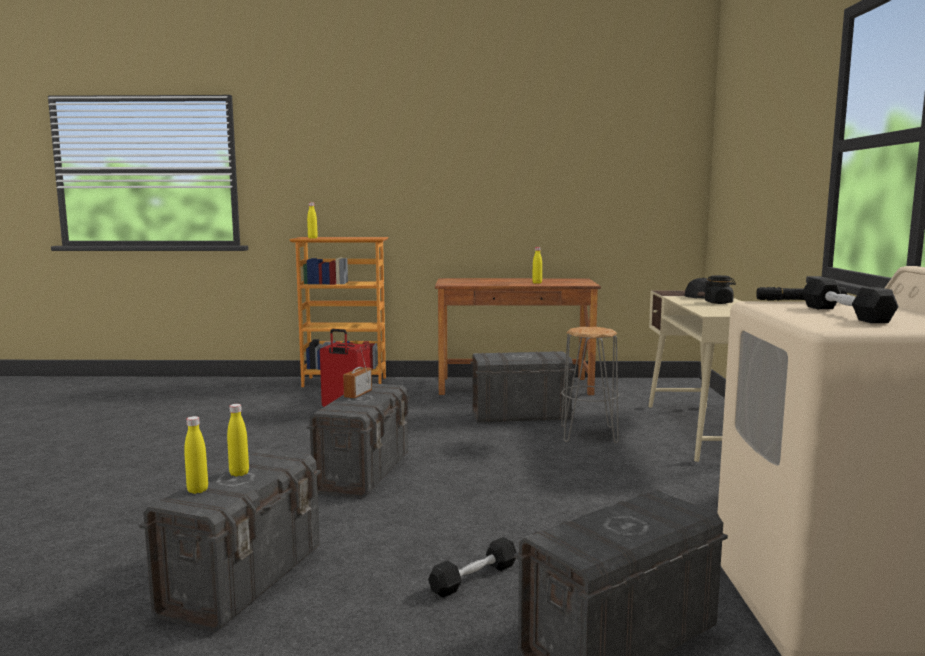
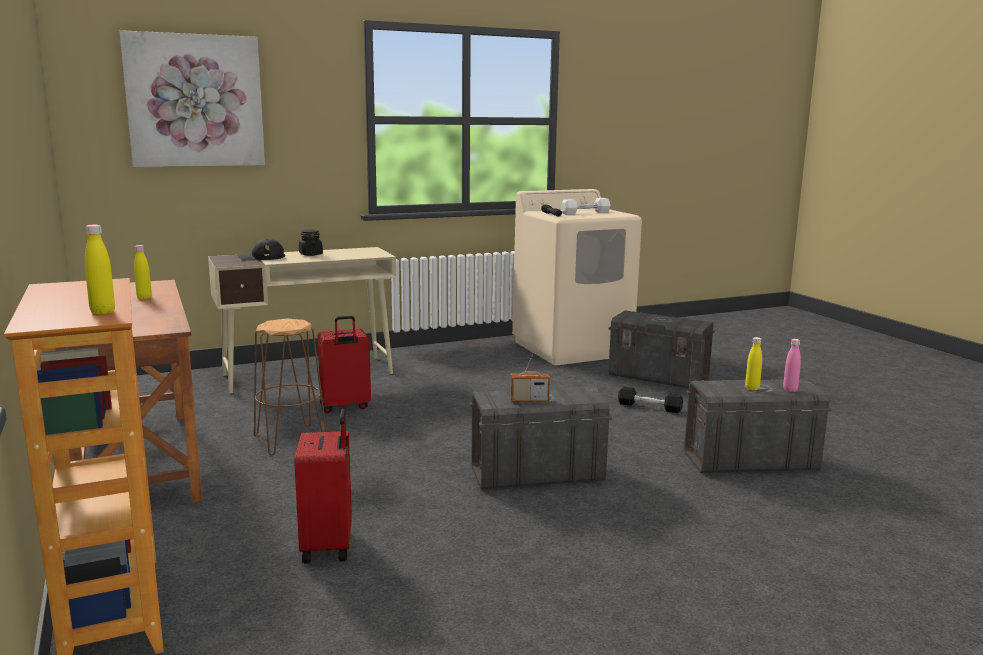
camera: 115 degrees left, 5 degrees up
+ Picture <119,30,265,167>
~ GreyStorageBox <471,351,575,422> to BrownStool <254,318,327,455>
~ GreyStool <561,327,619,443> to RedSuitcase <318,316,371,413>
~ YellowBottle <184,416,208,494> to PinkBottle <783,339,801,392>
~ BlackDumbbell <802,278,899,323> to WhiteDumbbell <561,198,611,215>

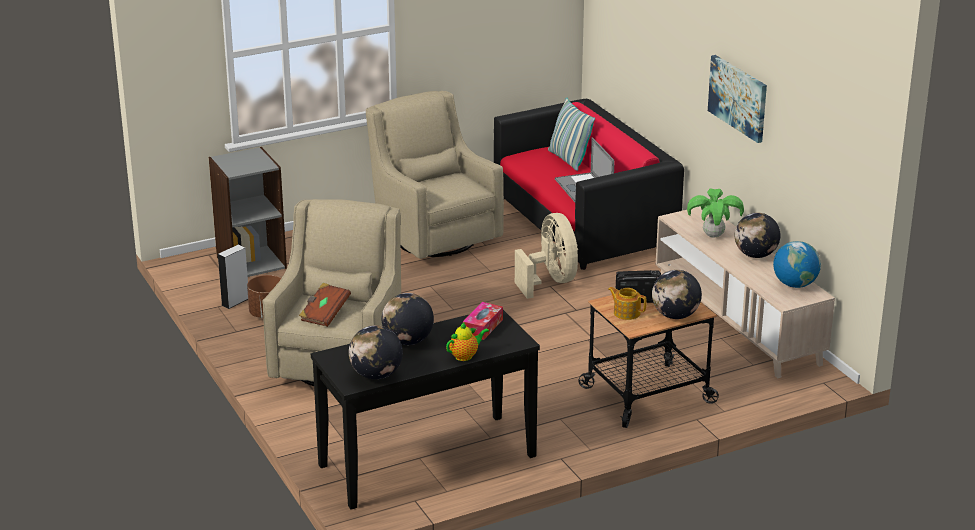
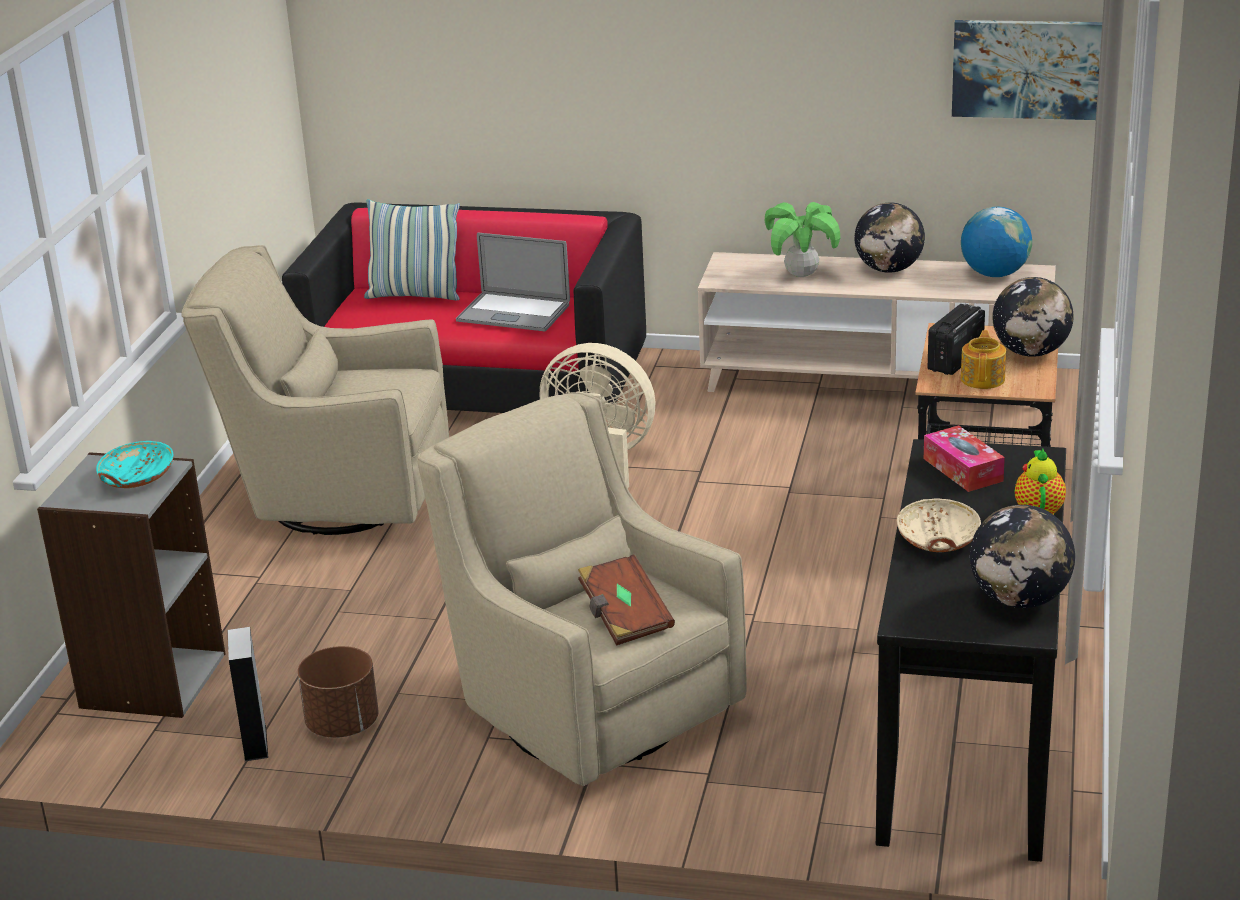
camera: 50 degrees left, 0 degrees up
+ TurquoiseBowl <96,441,174,488>
~ Picture <708,55,767,143> to <952,20,1102,120>
~ Globe <382,293,434,345> to BeigeBowl <897,498,981,552>
~ Teapot <608,287,647,320> = <960,330,1006,389> 120 degrees clockwise

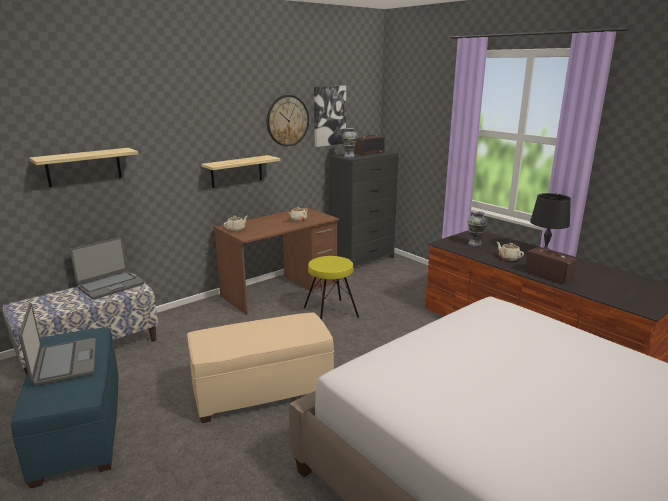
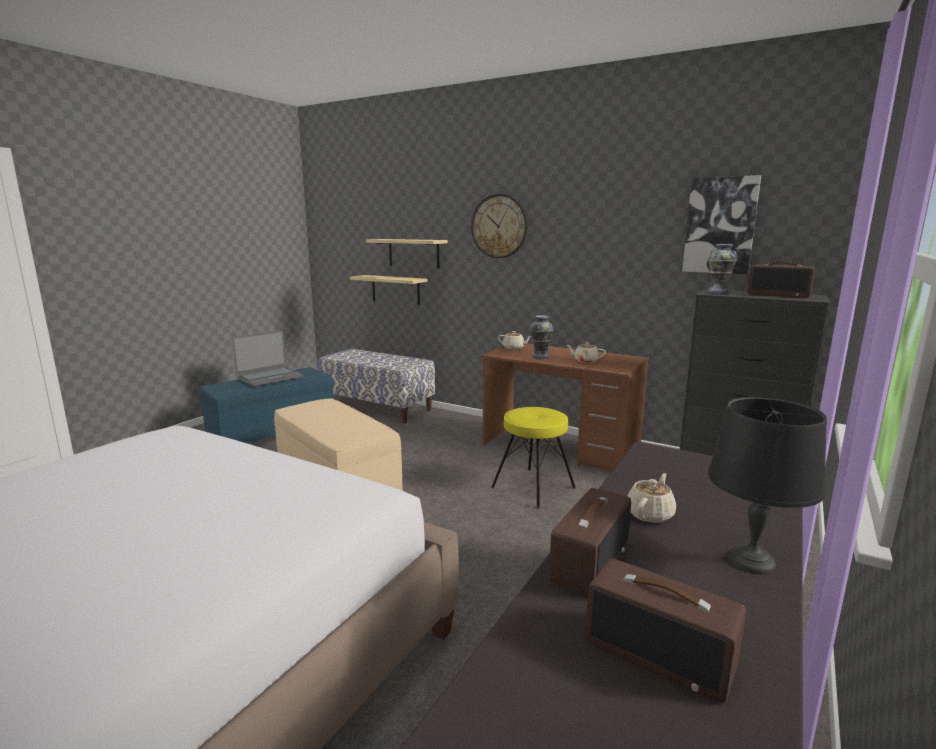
camera: 70 degrees right, 5 degrees down
- Laptop <70,237,144,300>
+ Radio <585,559,746,703>
~ Shelf <201,155,281,188> to <349,275,427,305>
~ WallClock <267,95,309,146> to <471,194,528,258>
~ Vase <468,211,487,247> to <530,315,553,359>

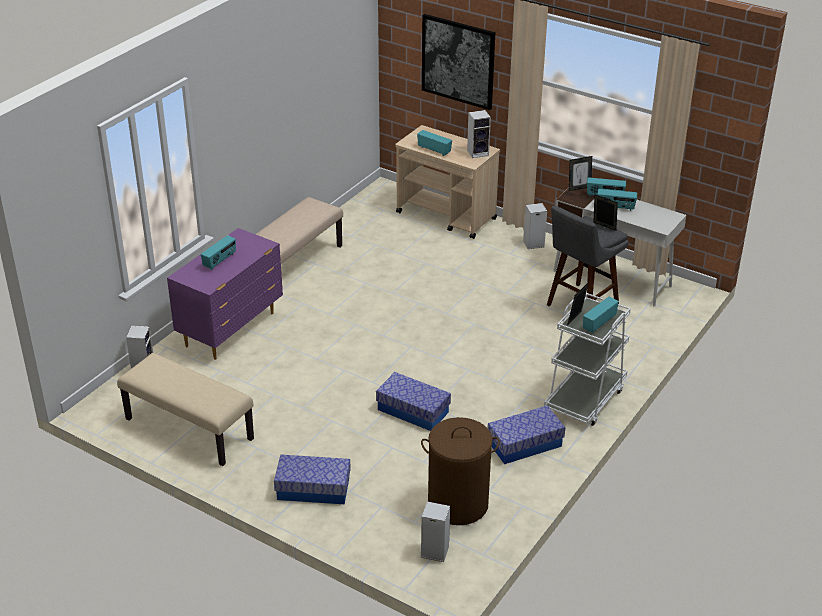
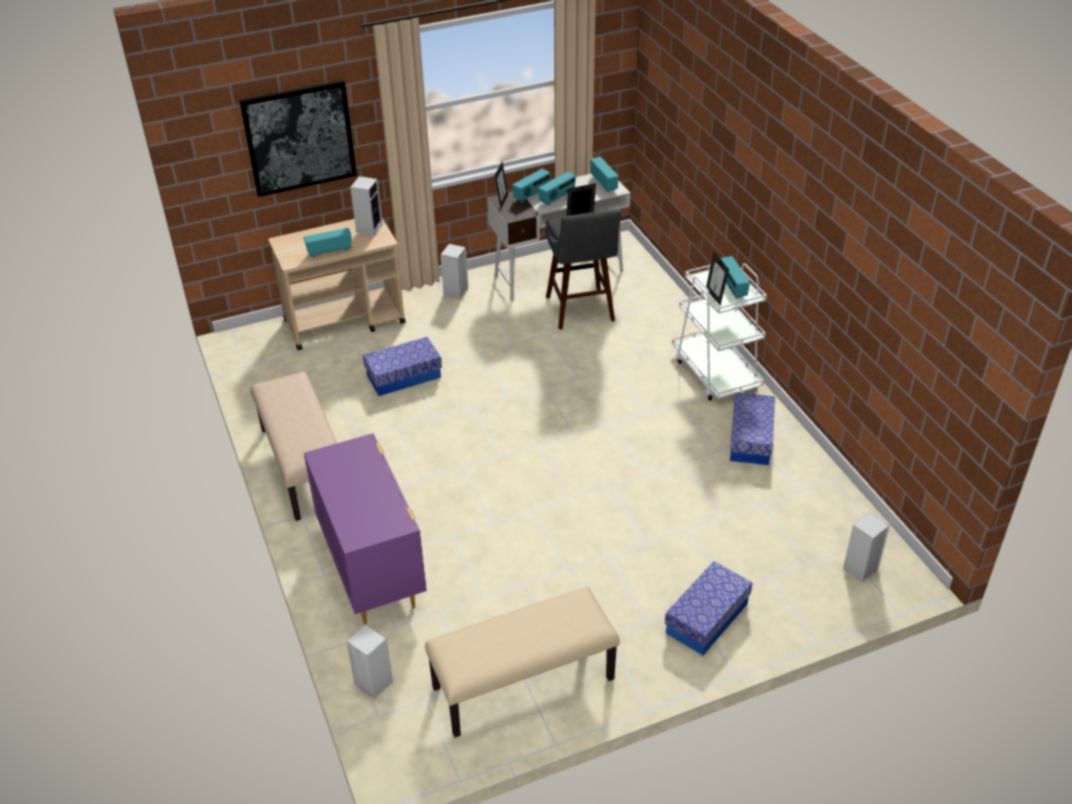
camera: 55 degrees left, 5 degrees up
- BrownLaundryBasket <421,417,500,525>
~ Radio <201,235,236,270> to <590,157,619,192>
~ StorageBox <376,372,451,431> to <363,337,442,396>

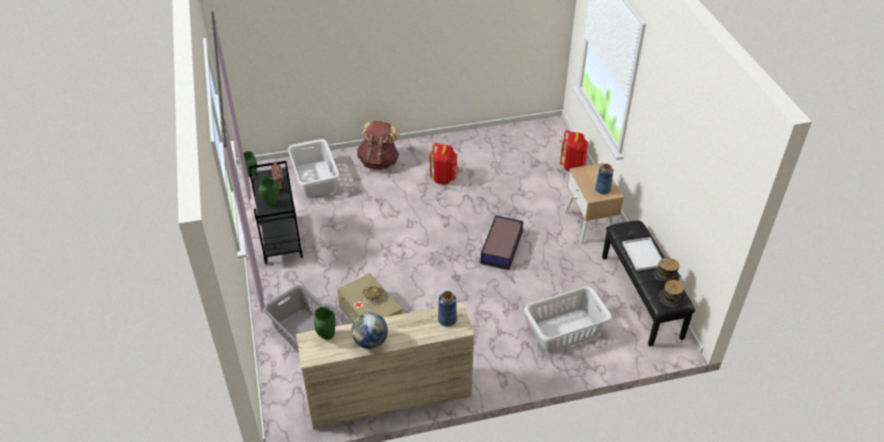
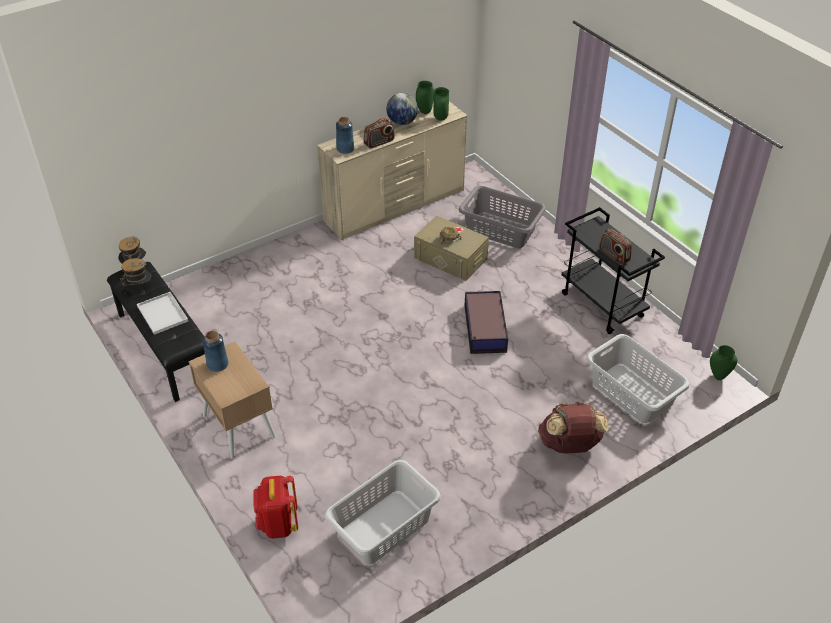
camera: 160 degrees right, 0 degrees up
- RedBackpack <430,142,458,185>
+ Radio <364,118,395,148>
~ GreenVase <258,177,280,207> to <416,81,434,114>
~ StorageBox <480,215,523,270> to <465,291,508,354>
~ GreyLaundryBasket <524,287,612,352> to <325,460,441,564>

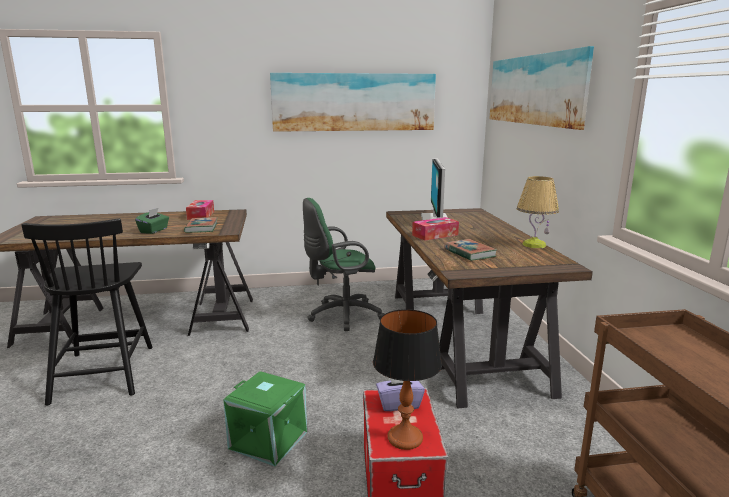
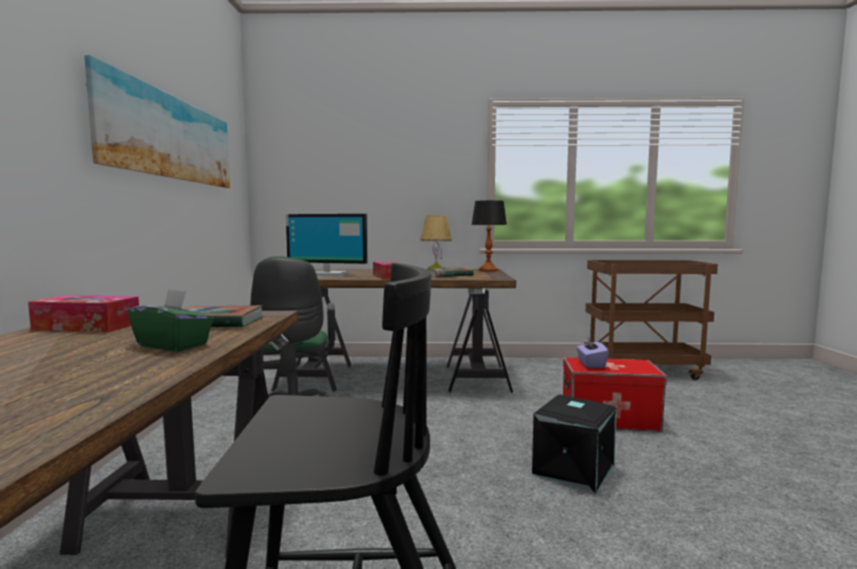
camera: 80 degrees left, 10 degrees down
- Picture <489,46,594,130>
~ TableLamp <373,309,442,450> to <471,200,507,271>
~ GreenStorageBox <223,371,307,466> to BlackStorageBox <532,395,617,494>

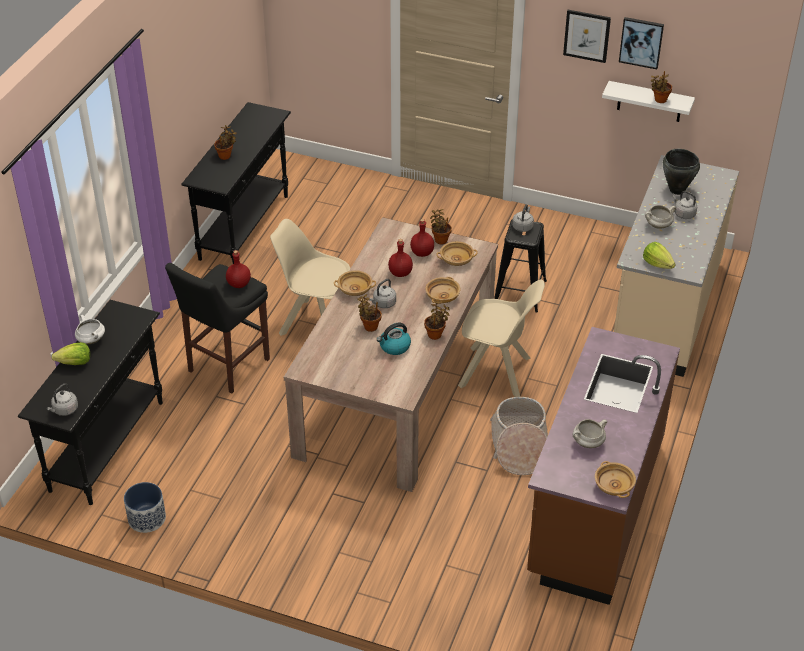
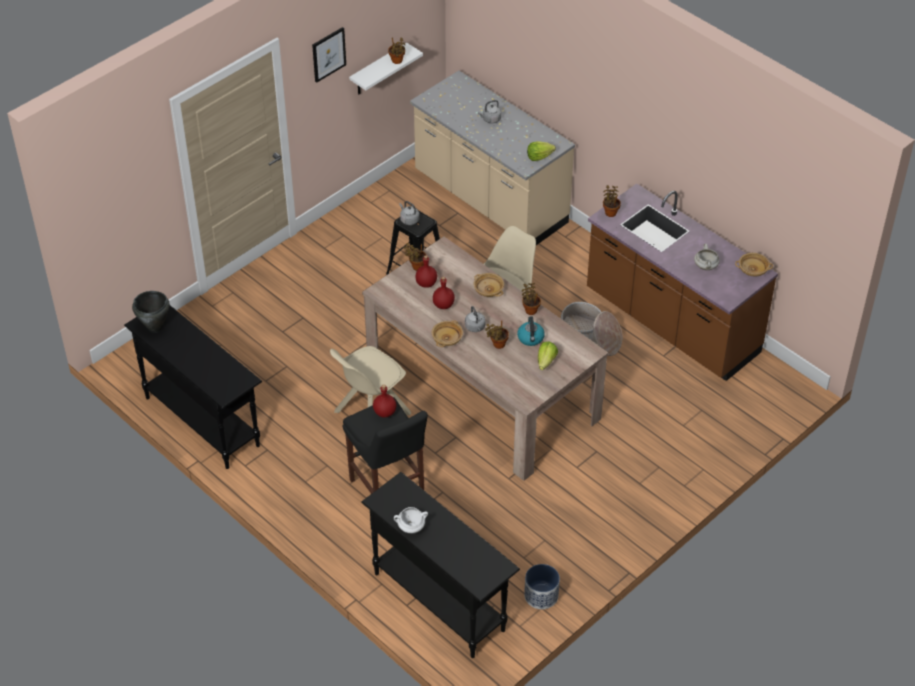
camera: 65 degrees left, 5 degrees up
- GreyKettle <47,383,78,416>
- BeigeBowl <436,241,478,266>
- Picture <619,17,664,69>
- WhiteCookingPot <645,205,676,229>
~ Lettuce <52,342,90,365> to <538,342,558,370>
~ PottedPlant <214,125,237,160> to <603,185,621,217>
~ BlackCookingPot <663,149,700,195> to <132,291,170,333>

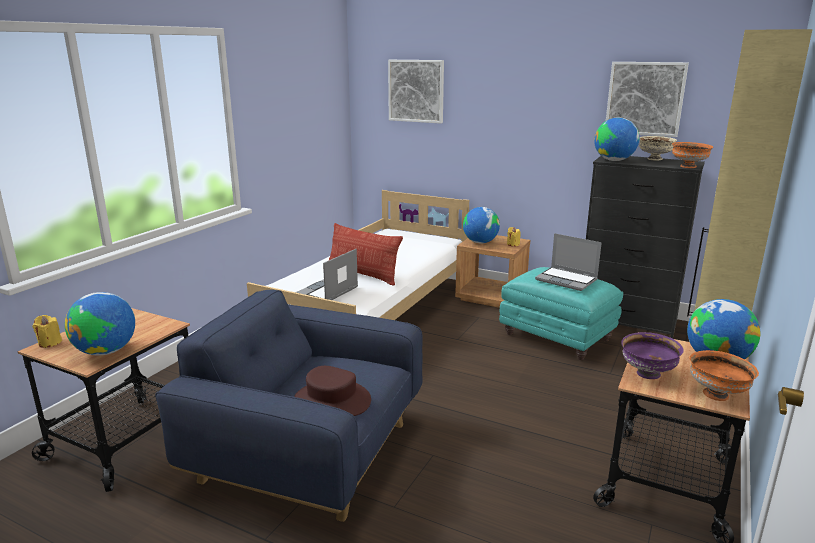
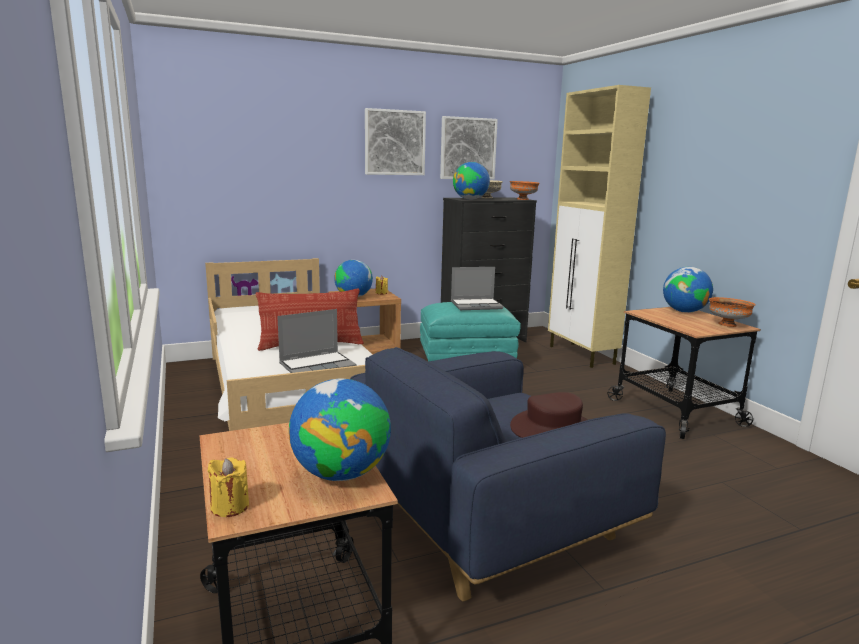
camera: 50 degrees left, 5 degrees down
- PurpleBowl <621,332,684,379>
~ Picture <388,60,444,123> to <365,108,426,175>
~ Laptop <296,249,358,300> = <277,309,357,373> 105 degrees counterclockwise

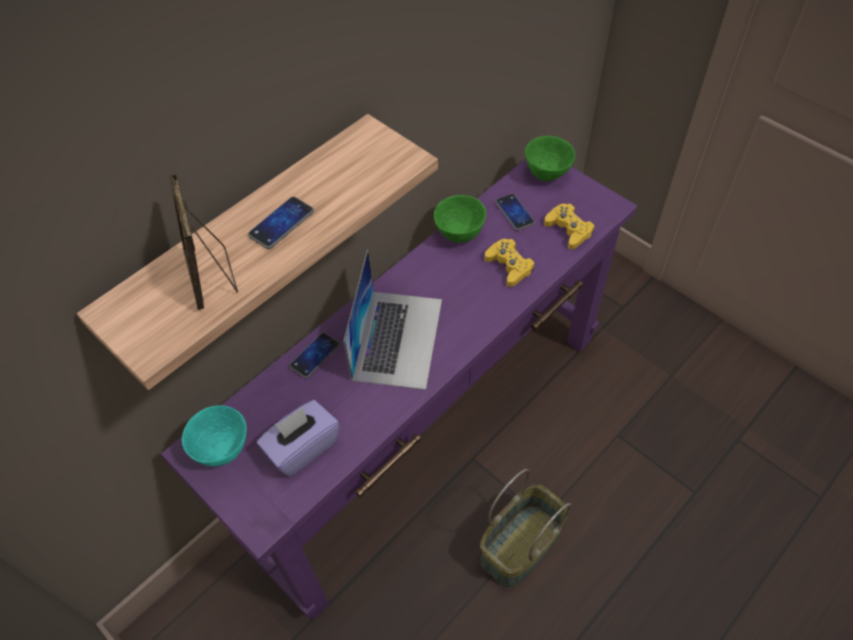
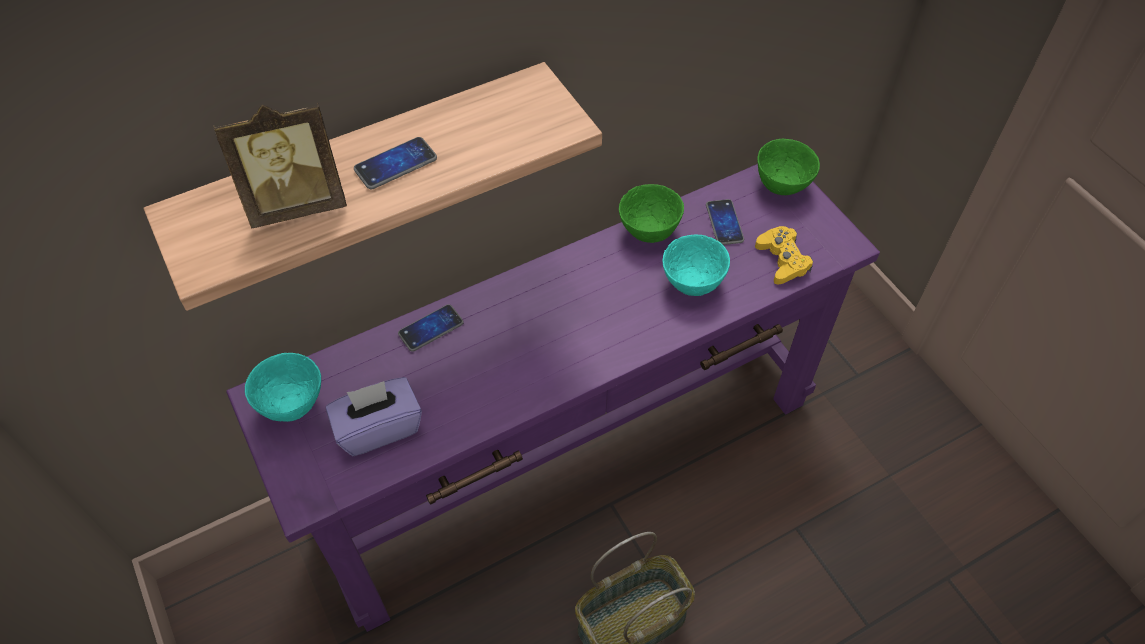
camera: 15 degrees right, 0 degrees up
- Laptop <343,250,442,390>
~ YellowGameController <485,239,534,287> to TurquoiseBowl <663,234,730,296>
~ PictureFrame <169,174,238,310> = <213,104,347,229> 105 degrees counterclockwise

